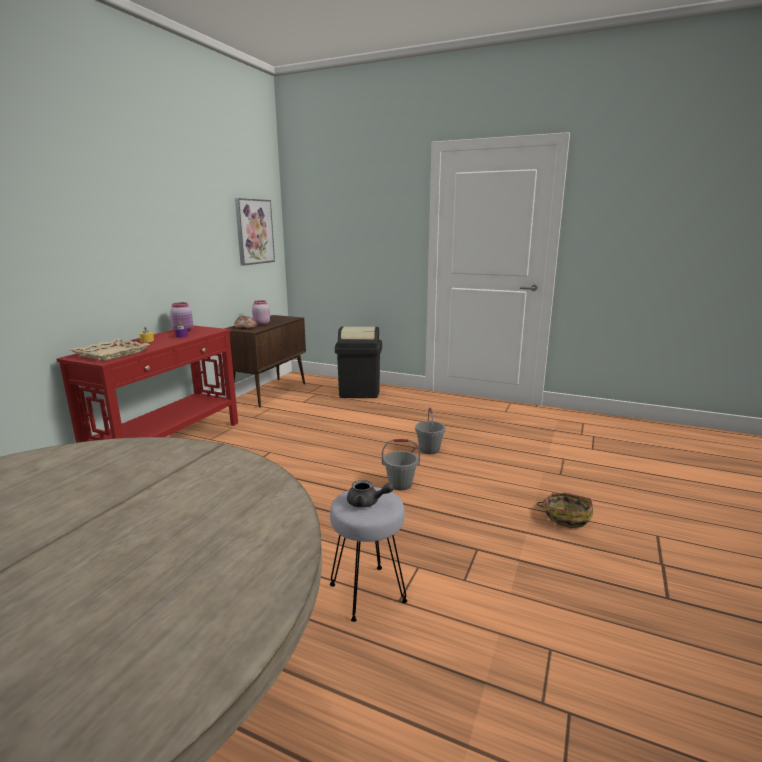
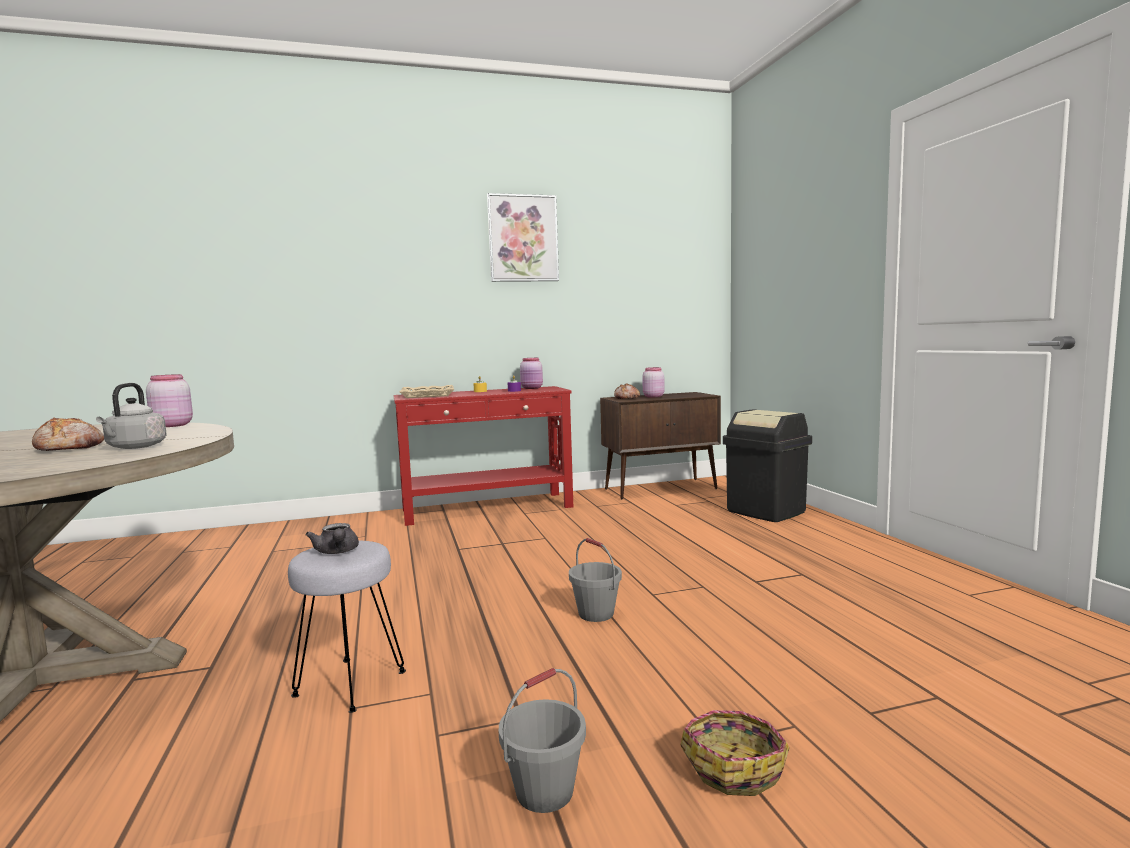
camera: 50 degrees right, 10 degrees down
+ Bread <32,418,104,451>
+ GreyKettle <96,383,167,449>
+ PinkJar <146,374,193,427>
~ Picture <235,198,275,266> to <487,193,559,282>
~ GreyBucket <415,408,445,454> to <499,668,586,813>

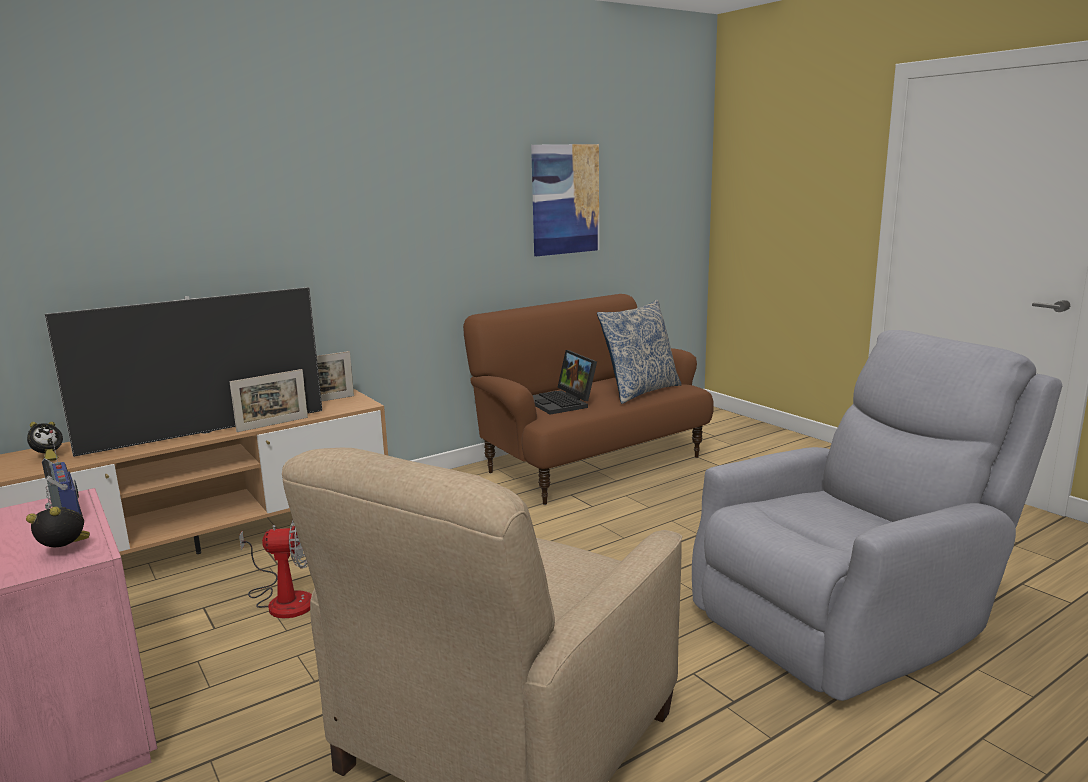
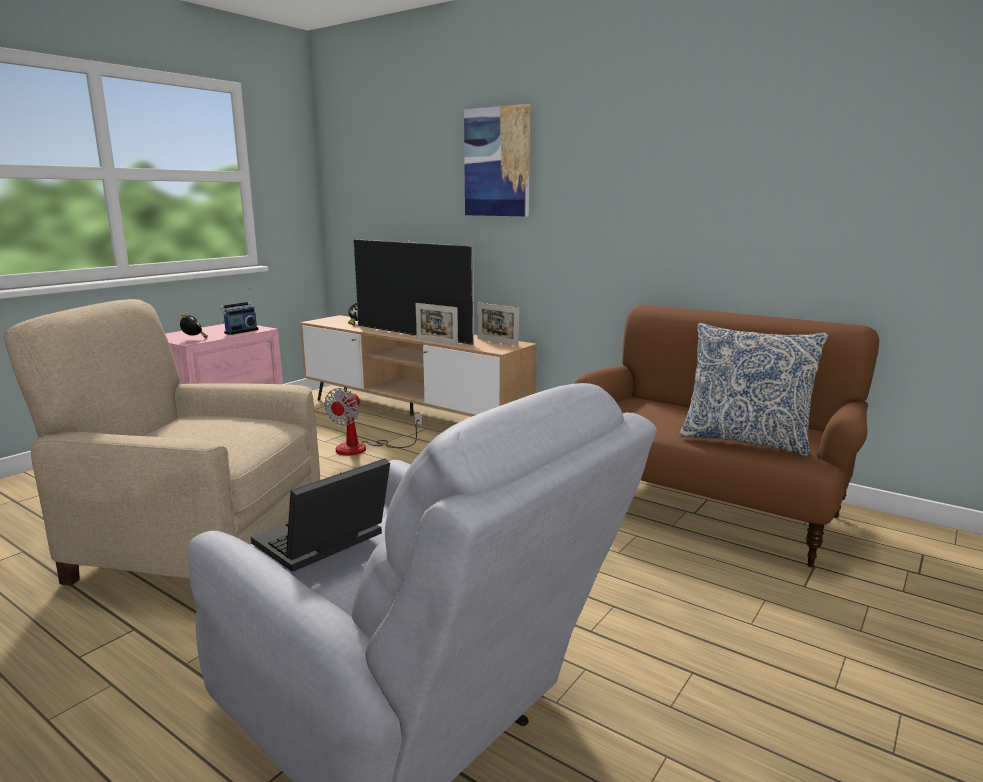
camera: 70 degrees right, 0 degrees up
~ Picture <531,144,599,256> to <464,104,530,216>
~ Laptop <532,350,597,415> to <251,458,390,572>
~ Fan <239,520,312,618> = <324,388,422,455> 45 degrees clockwise

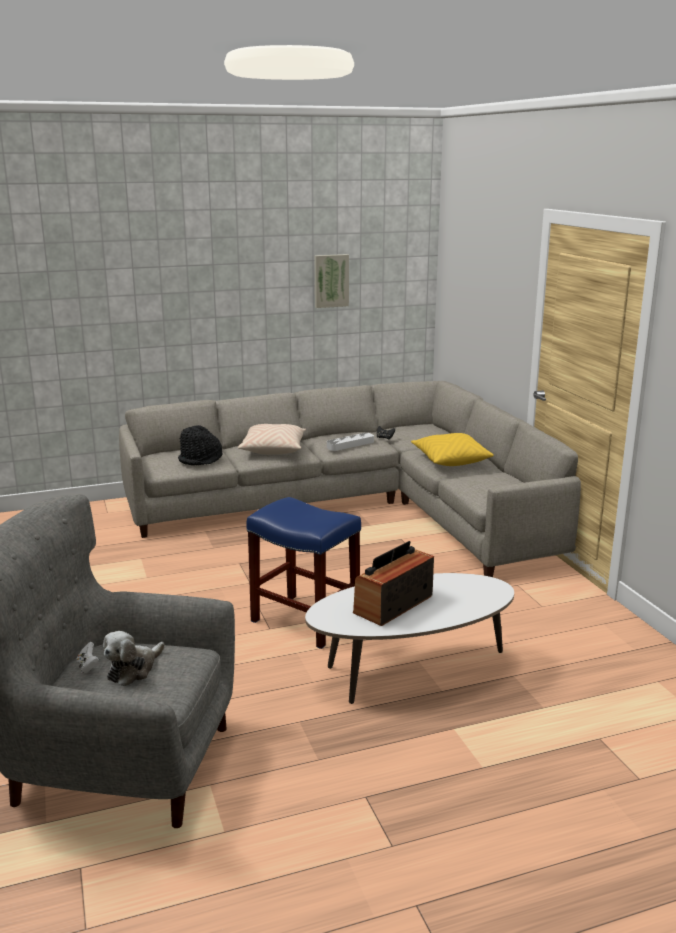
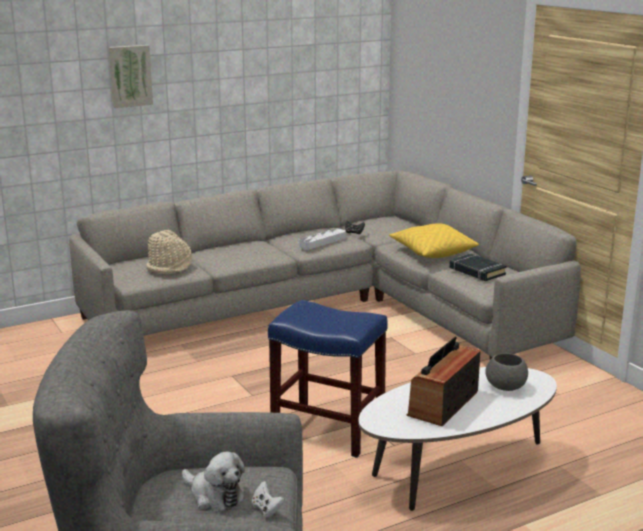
camera: 10 degrees left, 0 degrees up
- BeigePillow <238,424,306,455>
+ BlackBook <449,253,507,281>
+ GreyBowl <485,353,528,391>
~ WhiteGameController <77,642,99,673> to <252,481,285,517>
~ Picture <315,254,349,308> to <108,45,153,108>
~ BlackHat <178,425,222,465> to BeigeHat <146,230,193,274>
~ PlushToy <103,631,165,686> = <182,451,245,511> 75 degrees counterclockwise

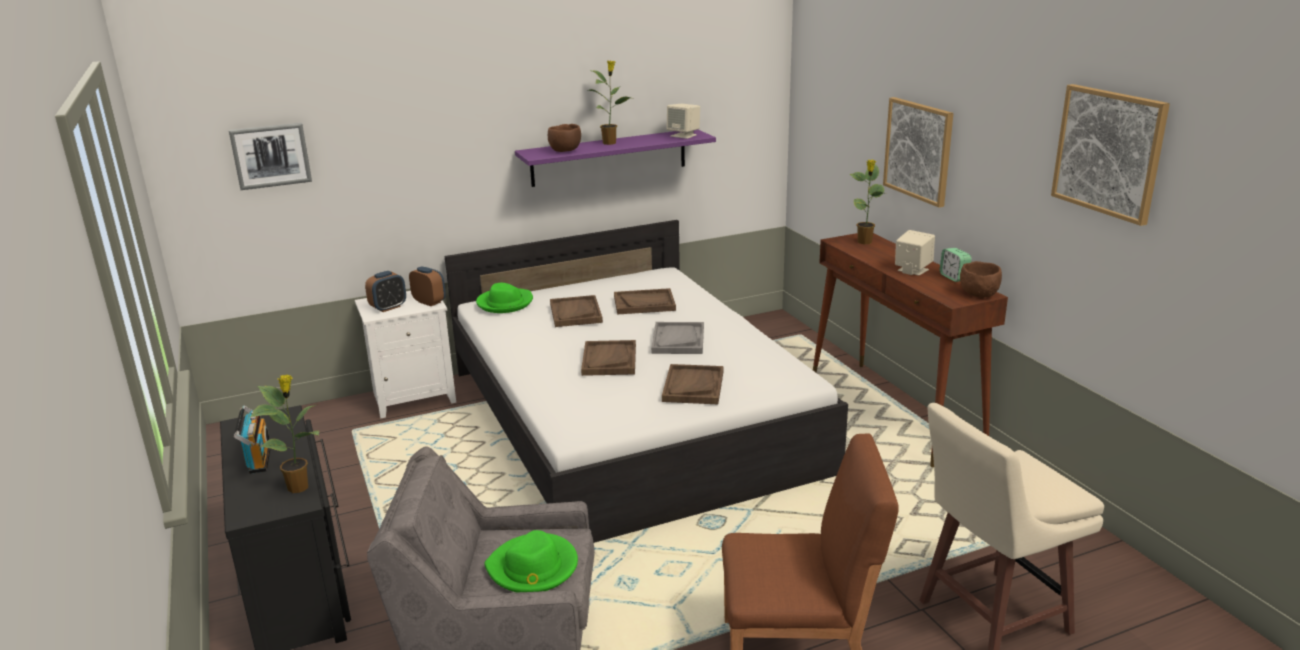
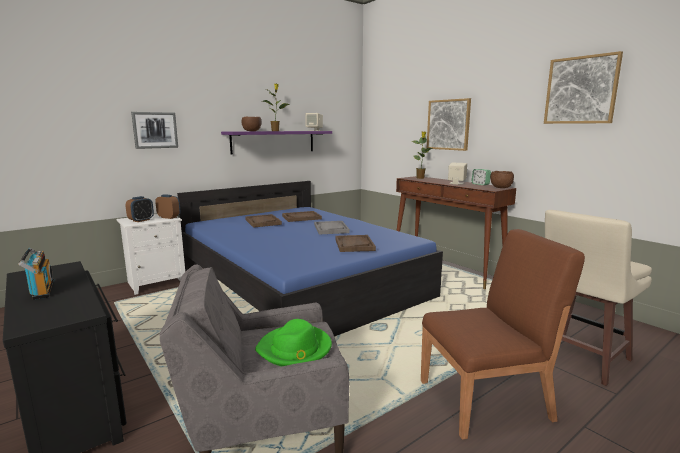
camera: 15 degrees left, 10 degrees down
- PottedPlant <250,374,320,493>
- GreenHat <476,283,533,313>
- BrownTray <581,340,636,376>
~ Picture <229,123,312,190> to <131,112,178,149>
~ WhiteBed <444,220,848,543> to BlueBed <177,181,443,337>

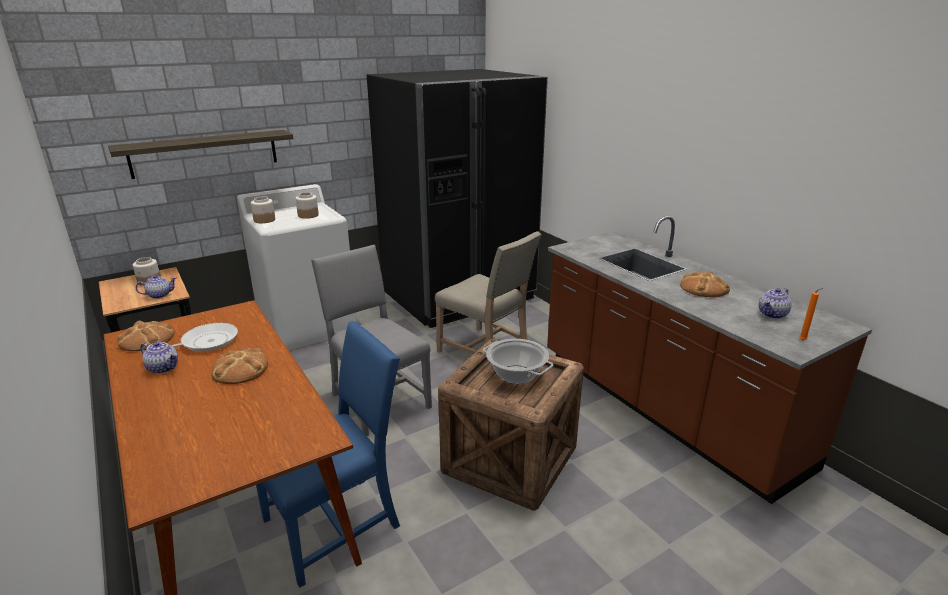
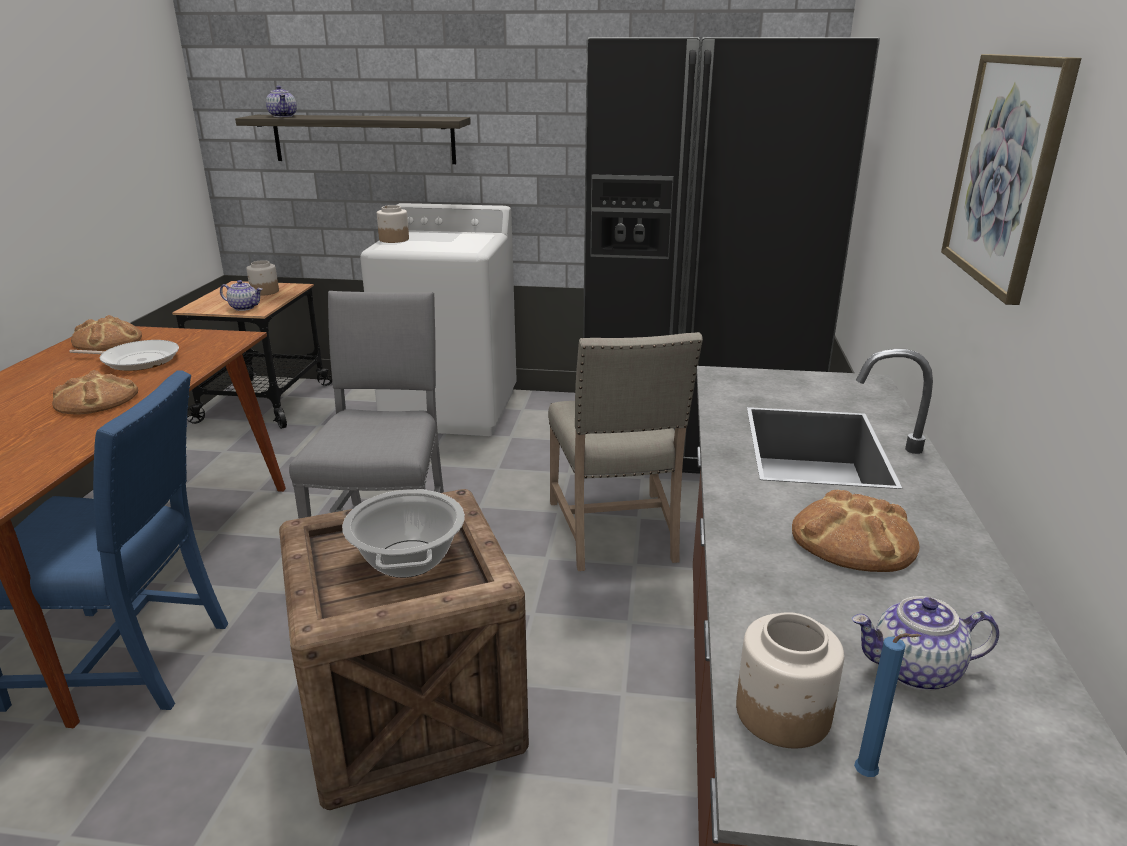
camera: 40 degrees right, 0 degrees up
+ Picture <941,54,1081,305>
~ Teapot <140,342,178,374> to <266,86,297,117>
~ Jar <296,192,319,219> to <736,612,844,748>
~ OrangeCandle <800,288,823,340> to BlueCandle <854,633,921,777>

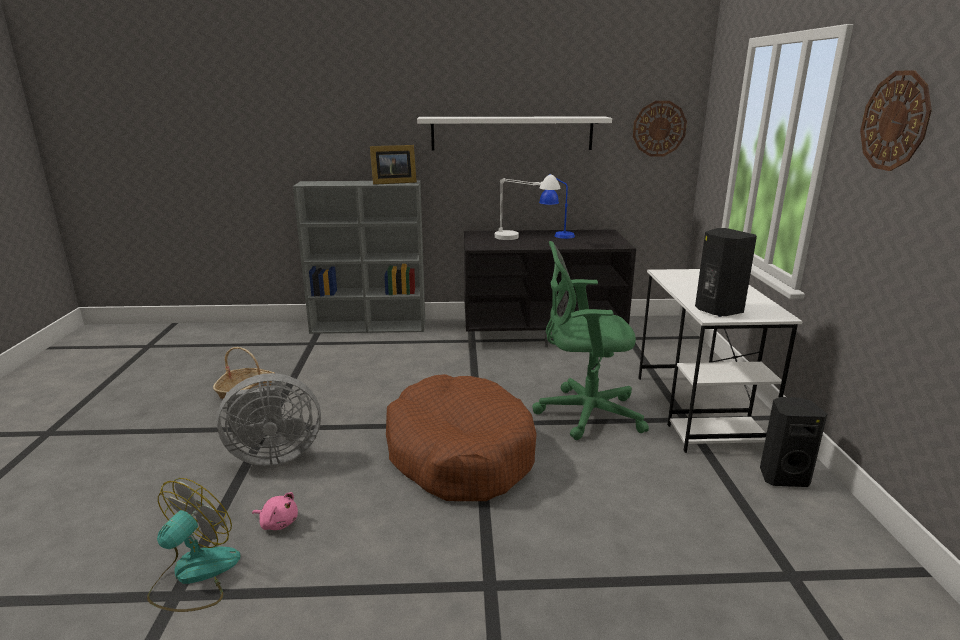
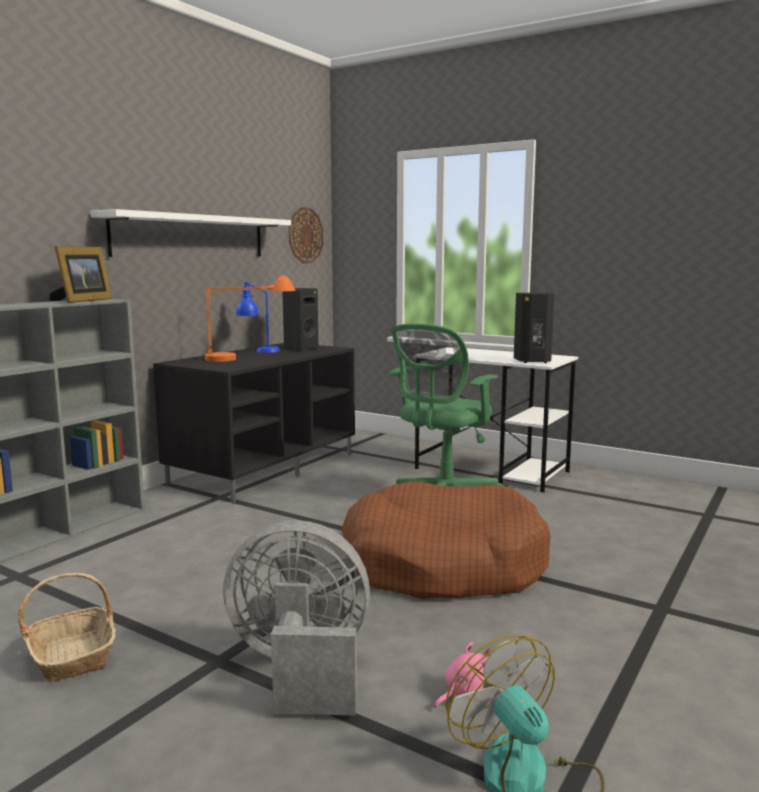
camera: 55 degrees left, 10 degrees down
- WallClock <860,70,932,171>
~ BlackSpeaker <760,397,827,487> to <282,288,319,351>
~ WhiteTableLamp <495,175,561,240> to OrangeTableLamp <205,275,296,362>
~ GreyFan <216,373,321,466> = <223,520,370,716> 105 degrees counterclockwise

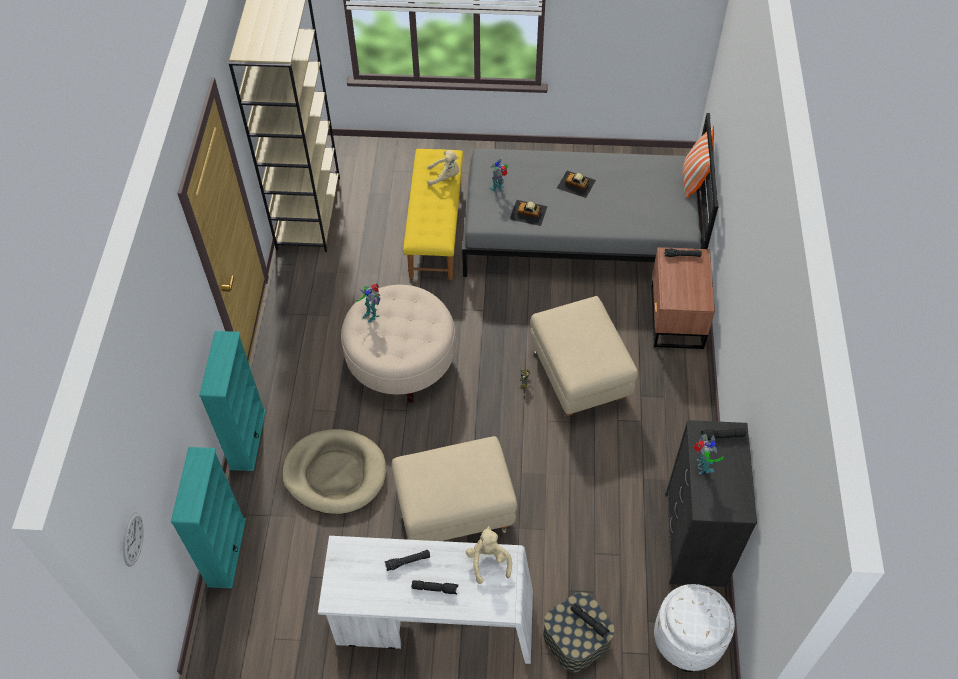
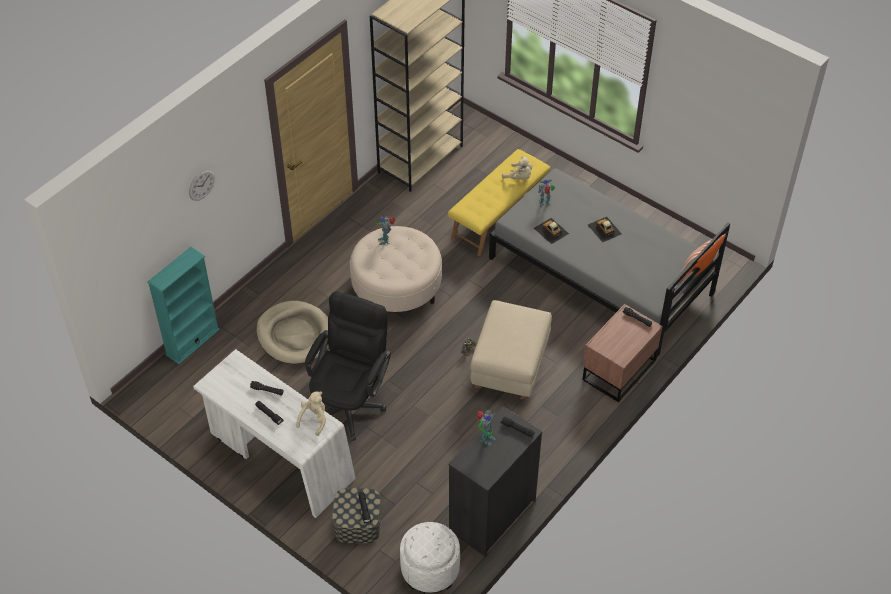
camera: 35 degrees right, 5 degrees down
- TurquoiseBookcase <199,331,266,471>
~ WallClock <123,512,144,567> to <189,169,215,201>
~ BeigeOttoman <392,436,517,541> to BlackOfficeChair <305,291,391,441>

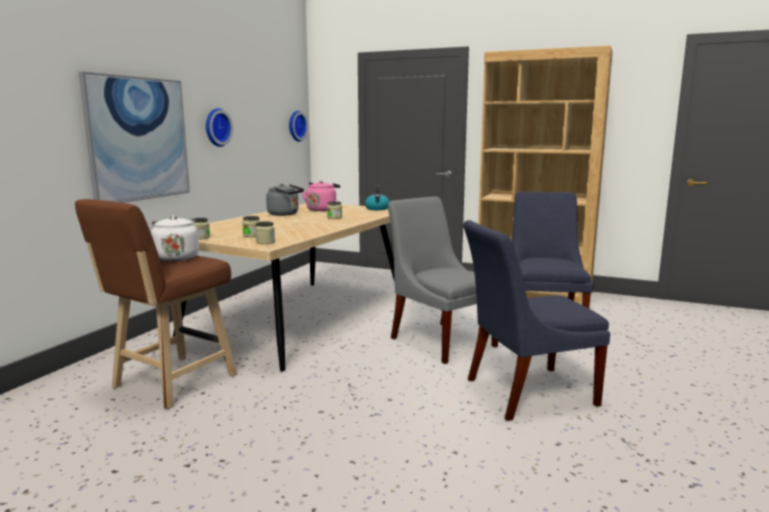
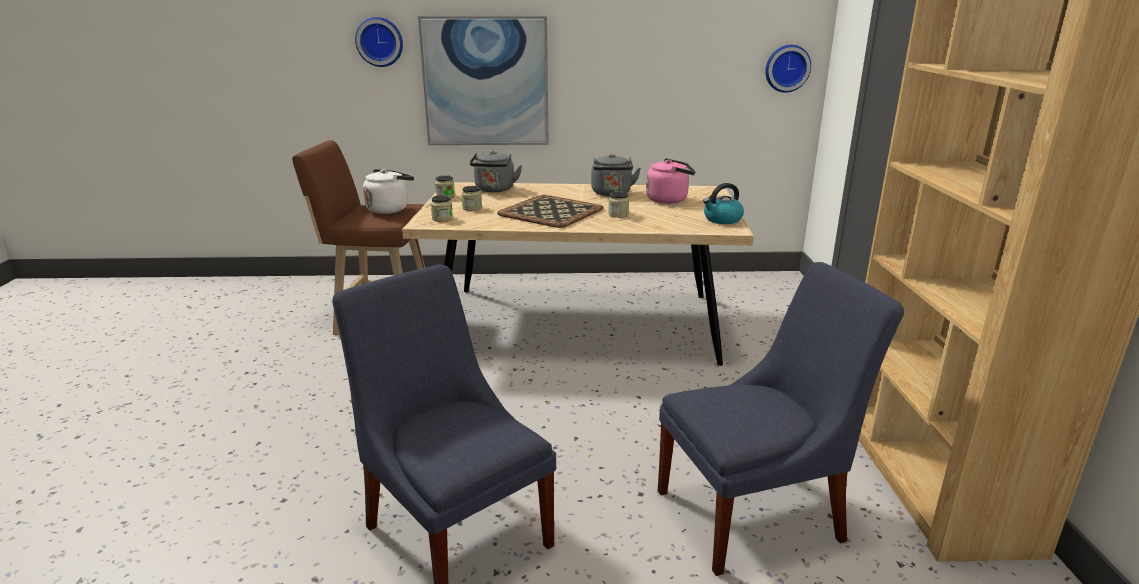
camera: 65 degrees right, 10 degrees up
- GreyChair <388,197,498,364>
+ GreyKettle <470,151,522,192>
+ Tray <497,195,604,228>
~ WallClock <206,108,233,147> to <355,17,403,67>

